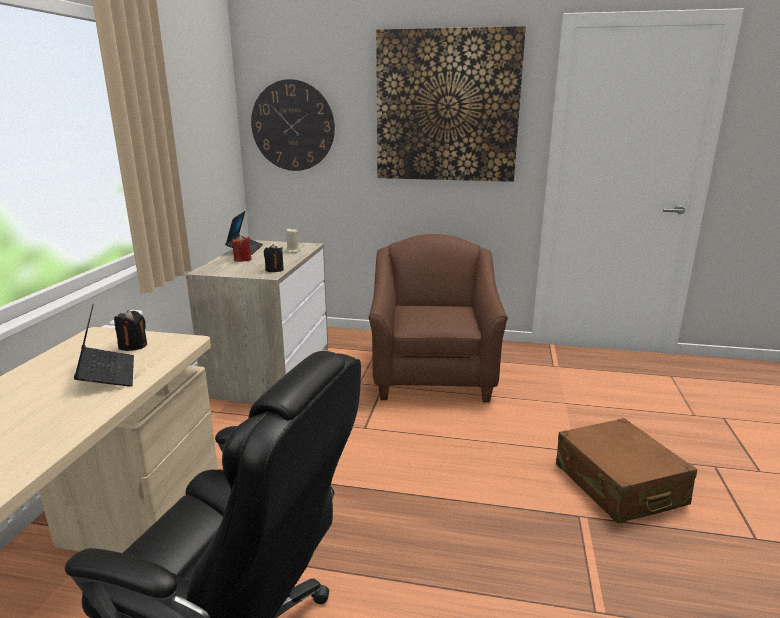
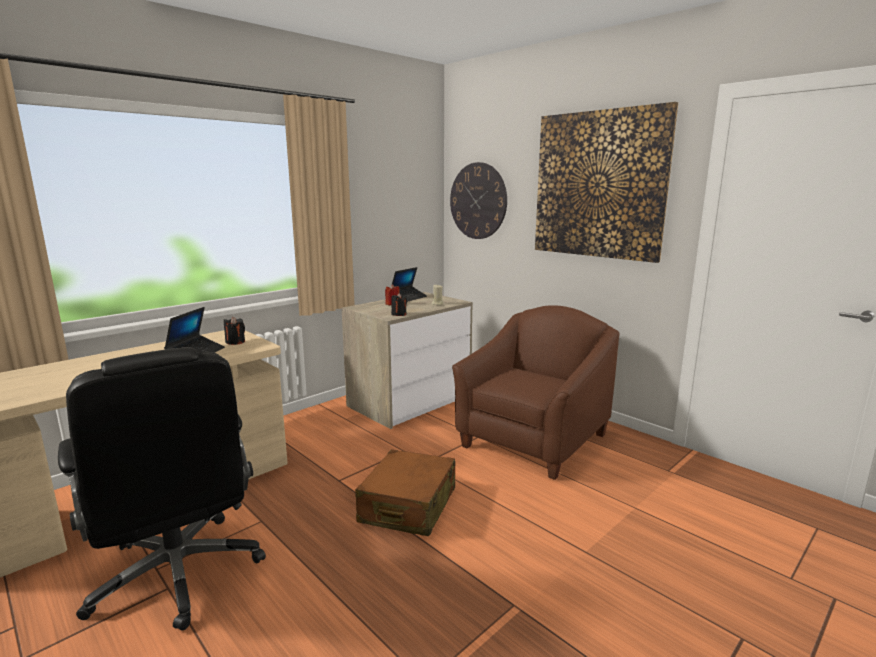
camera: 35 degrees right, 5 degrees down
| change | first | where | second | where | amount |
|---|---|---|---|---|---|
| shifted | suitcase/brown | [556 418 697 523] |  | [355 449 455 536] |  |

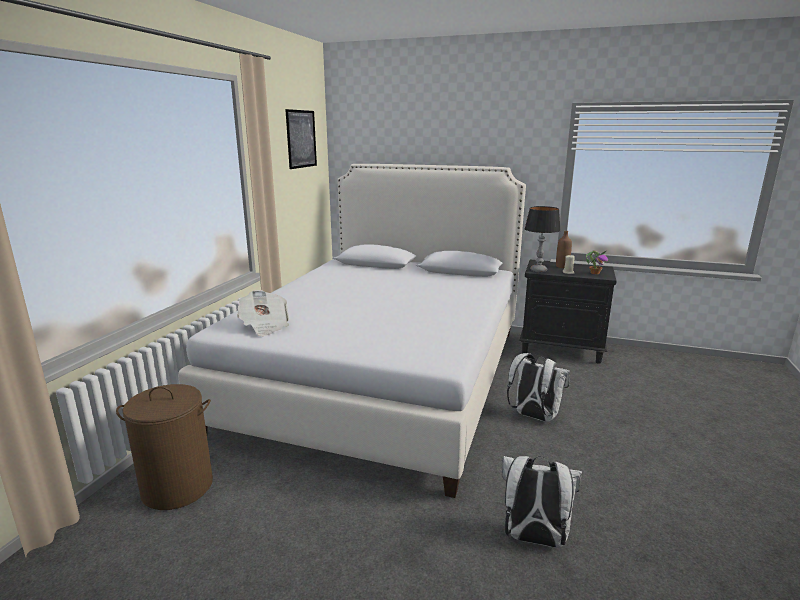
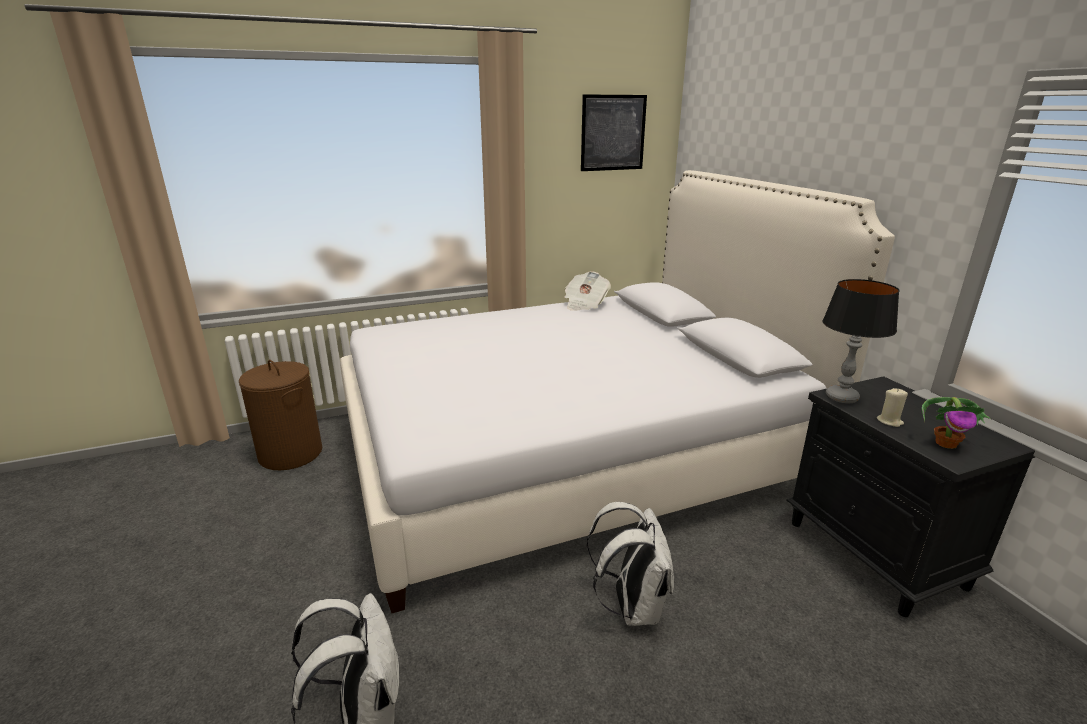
camera: 50 degrees right, 5 degrees up
| change | first | where | second | where | amount |
|---|---|---|---|---|---|
| gone | bottle/brown | [556 231 572 268] |  |  |  |
| shifted | newspaper | [237 290 289 336] |  | [565 271 611 311] |  |

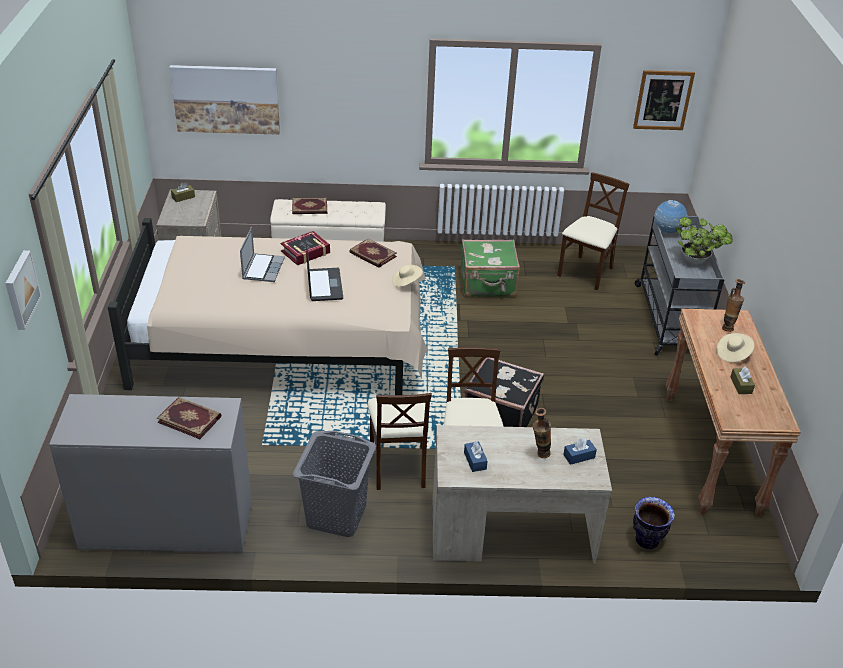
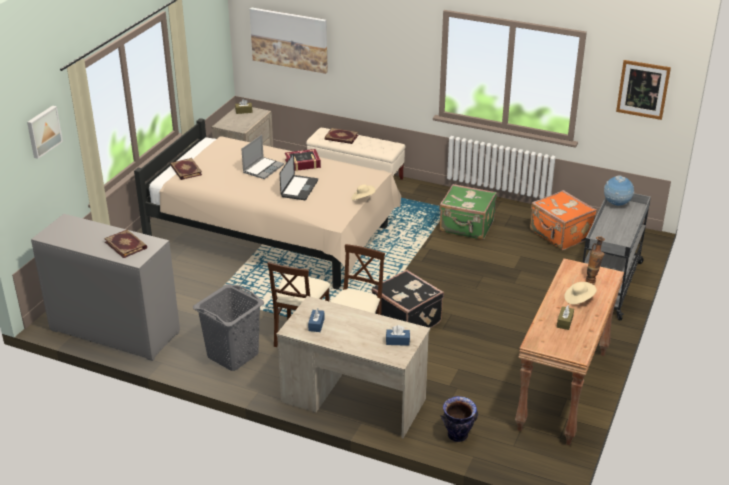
camera: 25 degrees right, 5 degrees down
| change | first | where | second | where | amount |
|---|---|---|---|---|---|
| swapped | chair/beige | [557 172 629 291] | suitcase/orange | [530 190 597 250] |  |
| gone | potted plant | [676 217 733 265] |  |  |  |
| shifted | book | [349 238 397 268] |  | [170 158 202 180] |  |
| gone | vase | [533 408 551 458] |  |  |  |

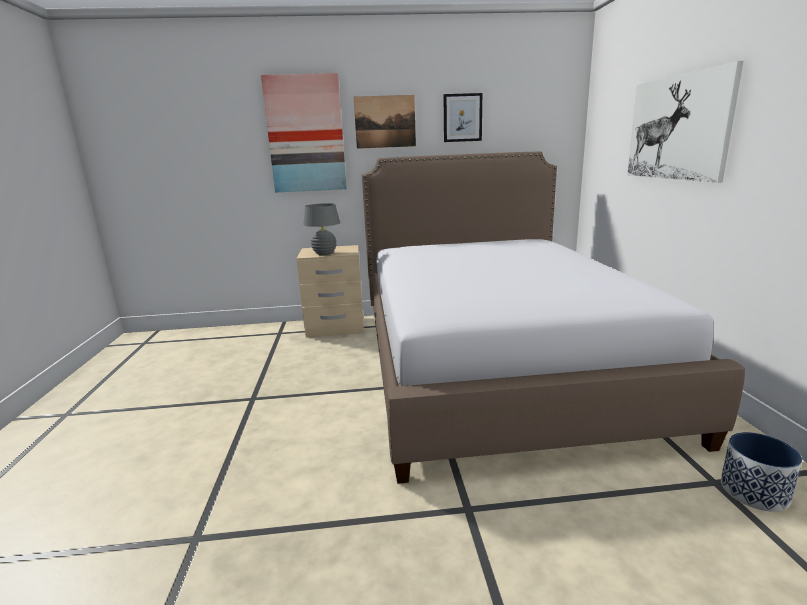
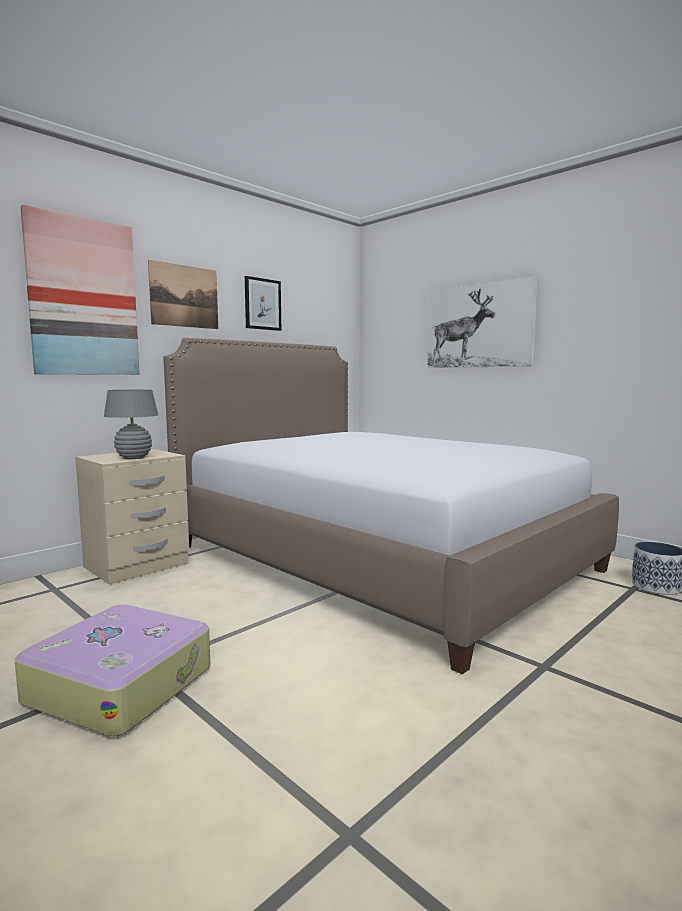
camera: 40 degrees left, 10 degrees down
| change | first | where | second | where | amount |
|---|---|---|---|---|---|
| new |  |  | suitcase | [15 605 210 737] |  |

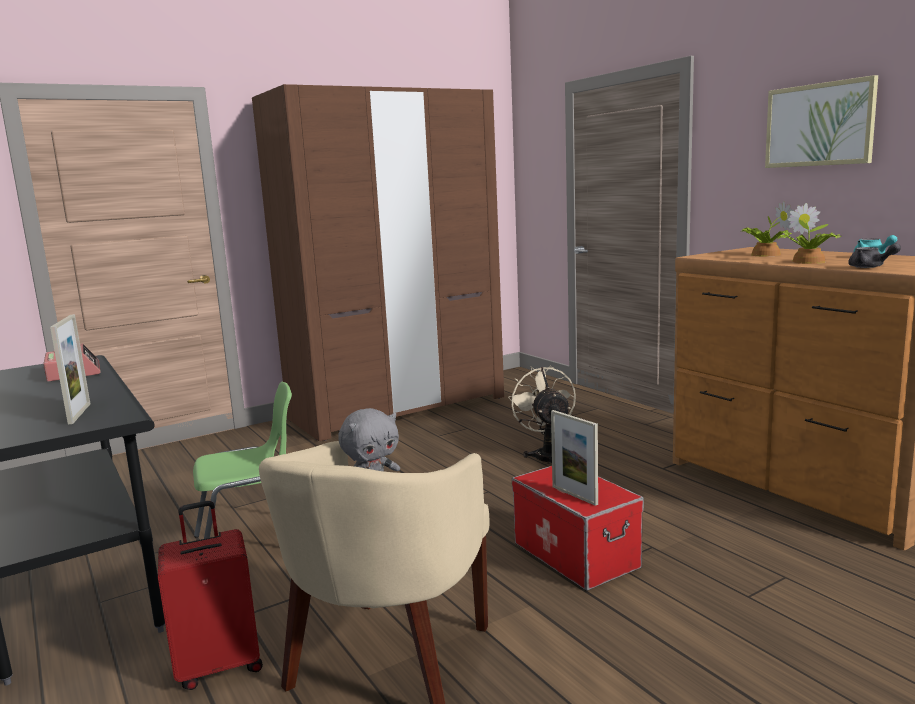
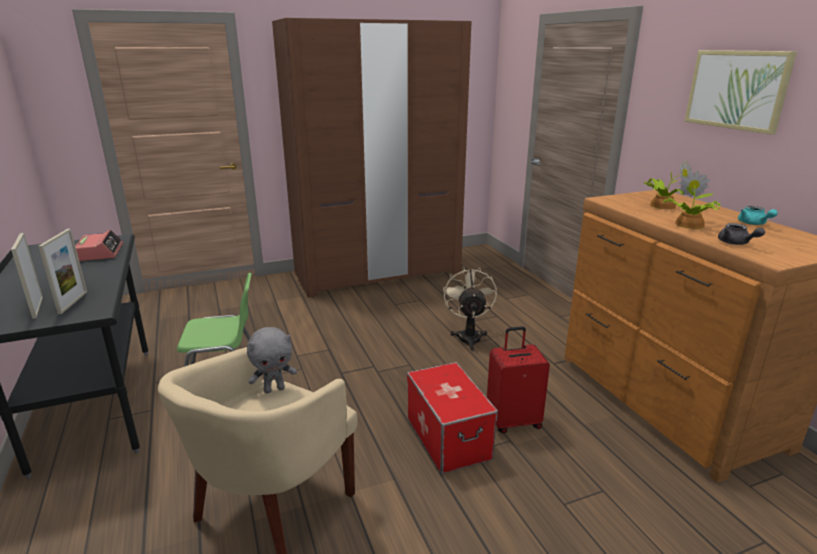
camera: 10 degrees right, 10 degrees up
| change | first | where | second | where | amount |
|---|---|---|---|---|---|
| shifted | picture frame | [551 410 598 506] |  | [11 233 43 319] |  |
| shifted | suitcase/red | [158 501 263 690] |  | [487 326 550 433] |  |

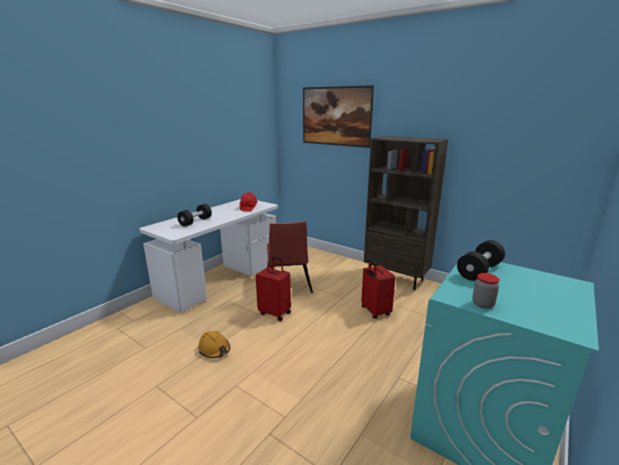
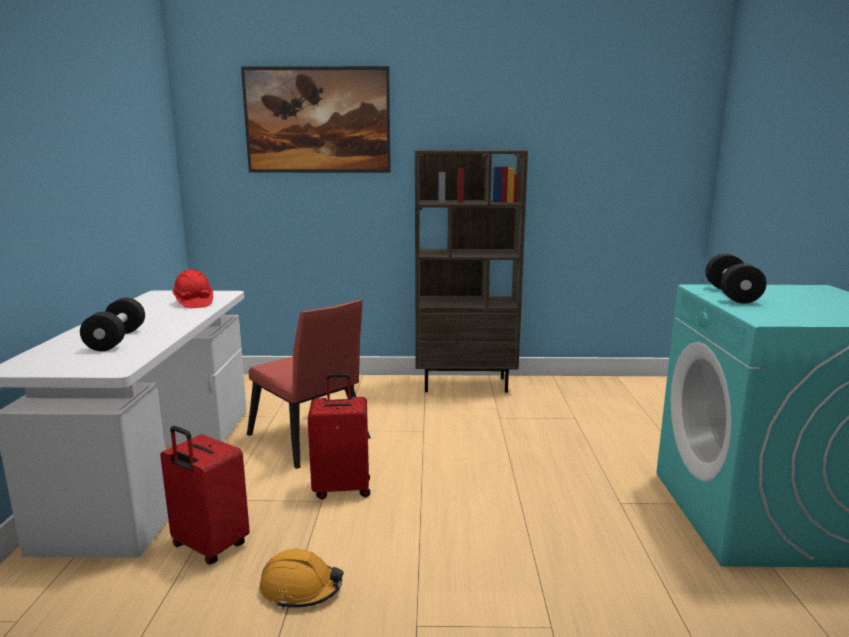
camera: 35 degrees left, 5 degrees down
| change | first | where | second | where | amount |
|---|---|---|---|---|---|
| shifted | suitcase/red | [361 259 395 318] |  | [160 426 250 565] |  |
| gone | jar | [472 273 500 309] |  |  |  |

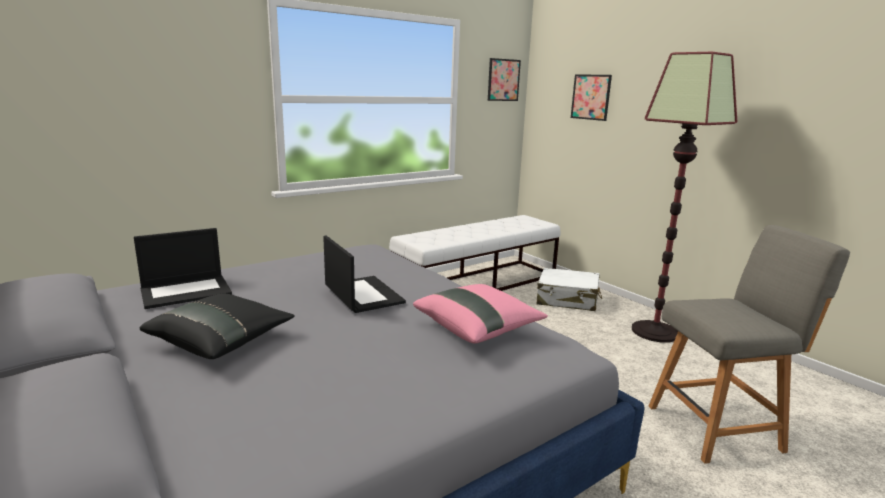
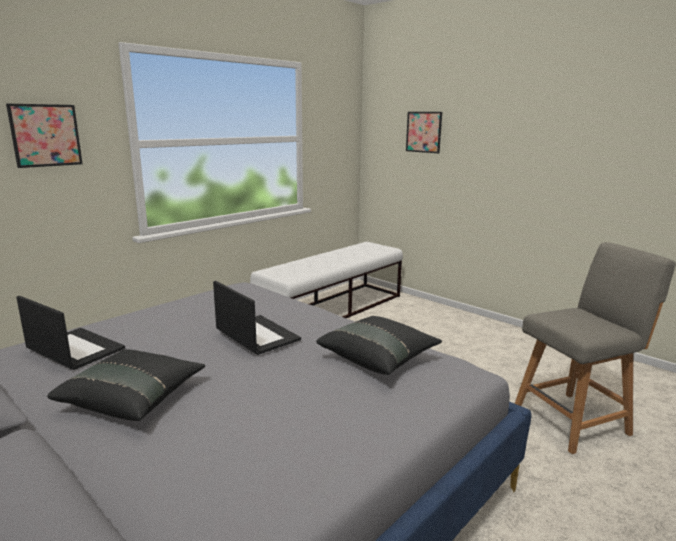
camera: 10 degrees left, 0 degrees up
| change | first | where | second | where | amount |
|---|---|---|---|---|---|
| gone | floor lamp | [632 52 737 343] |  |  |  |
| shifted | picture | [488 58 521 101] |  | [6 104 83 168] |  |
| rotated | laptop | [134 228 232 309] |  | [16 296 125 370] | 105 degrees counterclockwise |
| gone | suitcase/white | [537 268 602 311] |  |  |  |
| repainted | pillow/pink | [413 284 548 343] | pillow/black | [316 316 442 375] |  |

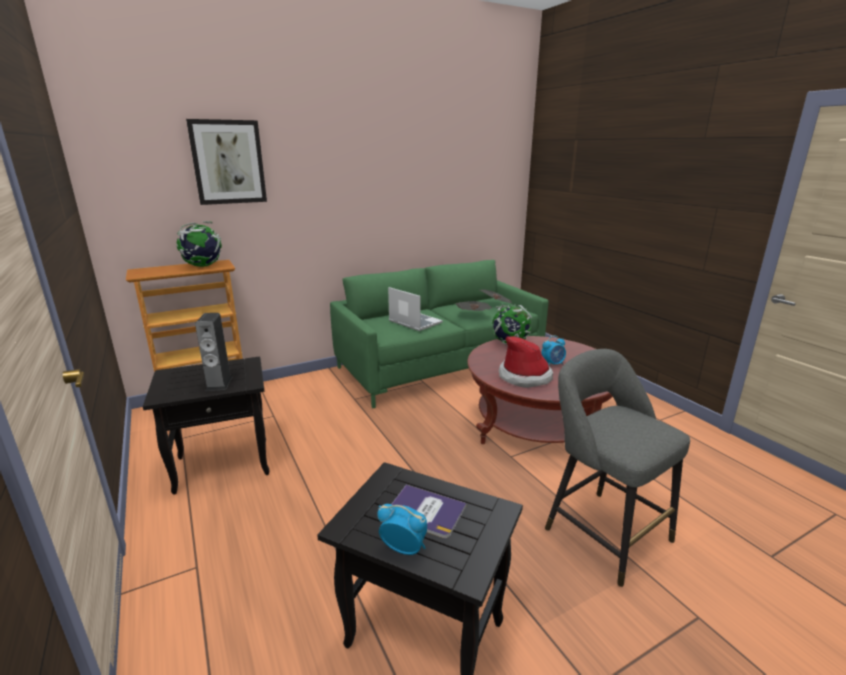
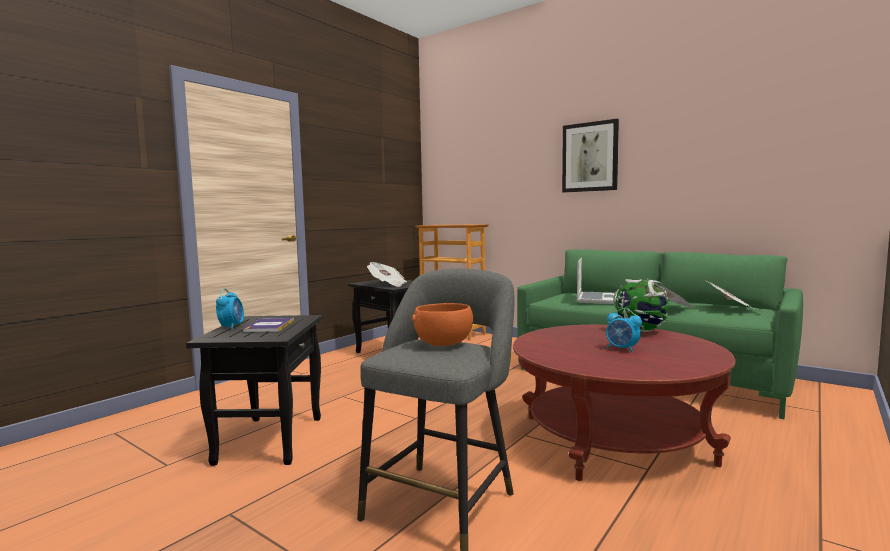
camera: 65 degrees right, 15 degrees down
| change | first | where | second | where | amount |
|---|---|---|---|---|---|
| shifted | picture | [186 119 267 205] |  | [562 119 619 192] |  |
| gone | globe | [177 221 222 267] |  |  |  |
| swapped | speaker | [195 313 232 391] | newspaper | [367 262 407 287] |  |
| gone | hat | [499 336 553 388] |  |  |  |
| new |  |  | bowl/orange | [412 303 473 346] |  |

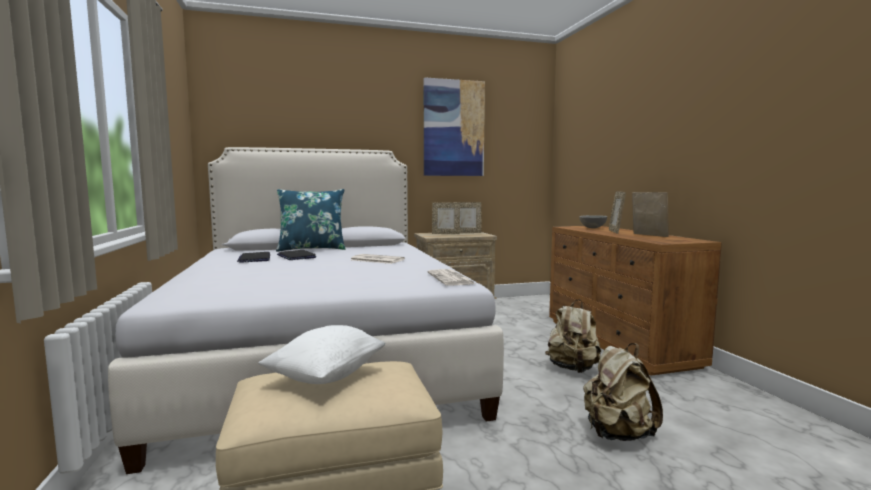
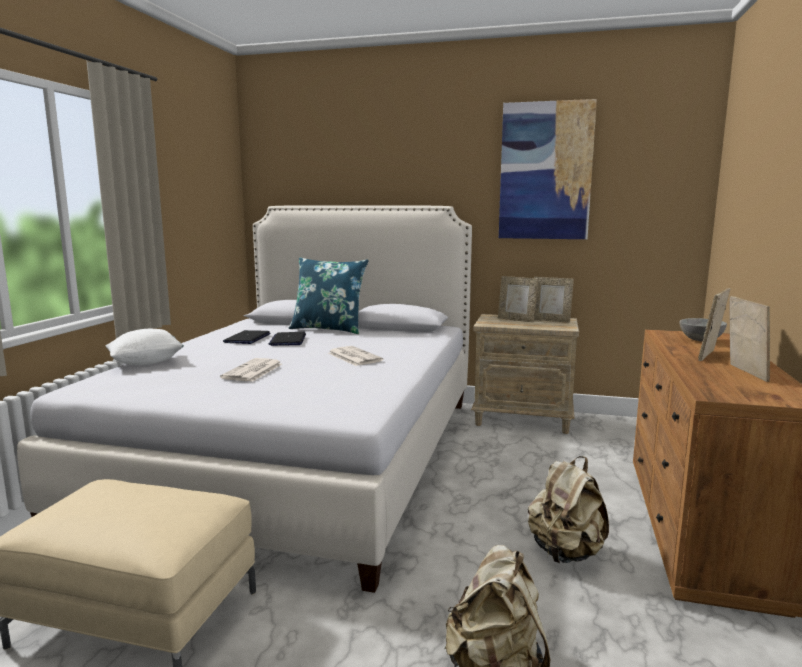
camera: 30 degrees right, 5 degrees up
| change | first | where | second | where | amount |
|---|---|---|---|---|---|
| shifted | newspaper | [428 269 475 286] |  | [220 358 282 382] |  |
| shifted | pillow/white | [258 325 385 384] |  | [106 329 184 365] |  |

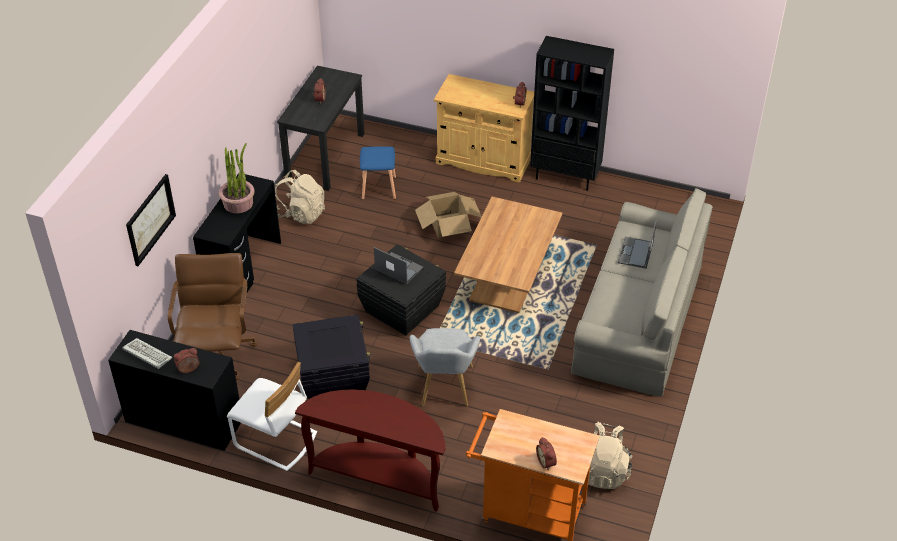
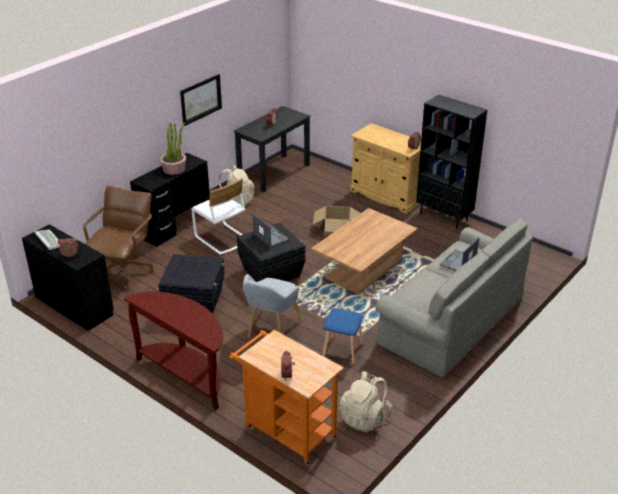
camera: 20 degrees right, 10 degrees down
| change | first | where | second | where | amount |
|---|---|---|---|---|---|
| shifted | stool/blue | [360 146 396 200] |  | [322 308 364 365] |  |
| shifted | picture | [126 174 176 266] |  | [180 74 222 126] |  |
| shifted | chair/white | [227 362 317 471] |  | [191 178 245 255] |  |

